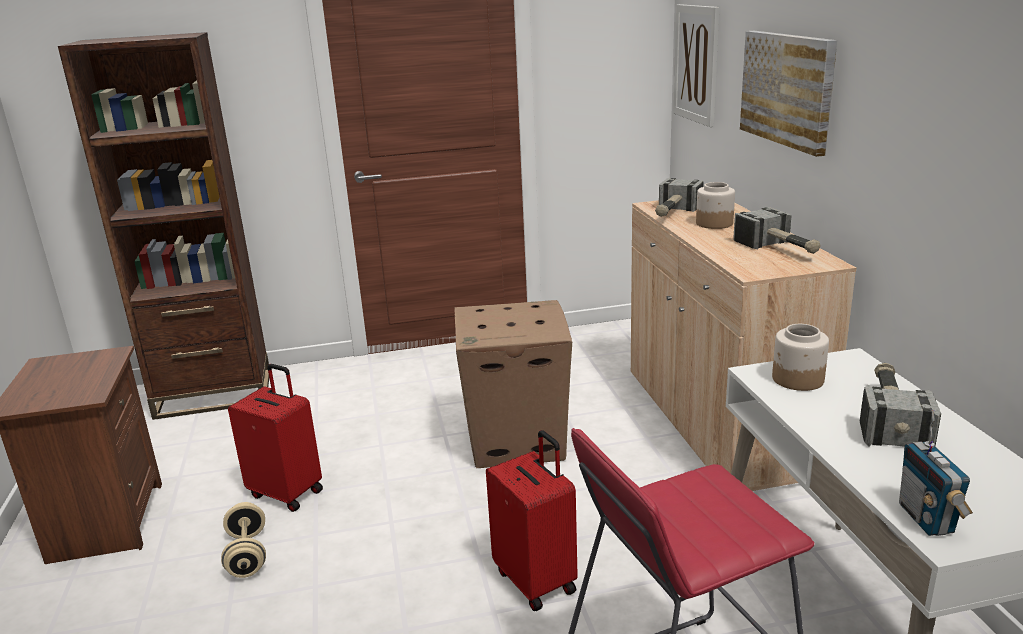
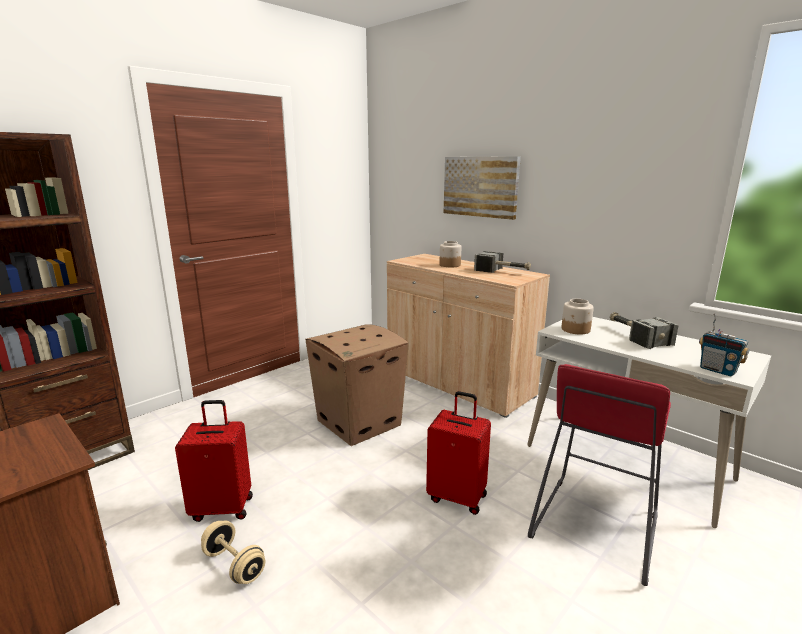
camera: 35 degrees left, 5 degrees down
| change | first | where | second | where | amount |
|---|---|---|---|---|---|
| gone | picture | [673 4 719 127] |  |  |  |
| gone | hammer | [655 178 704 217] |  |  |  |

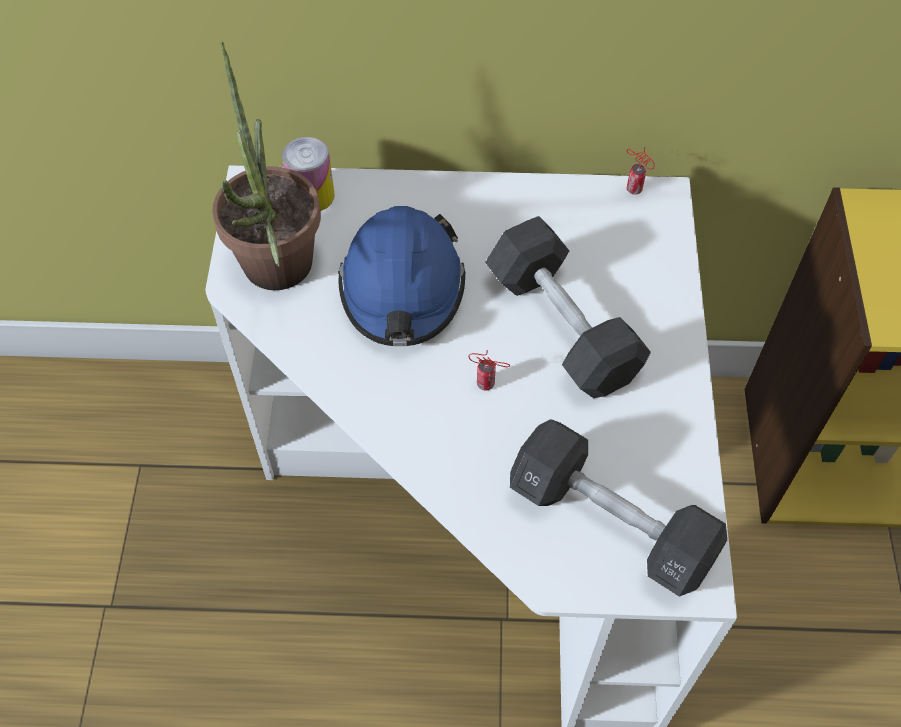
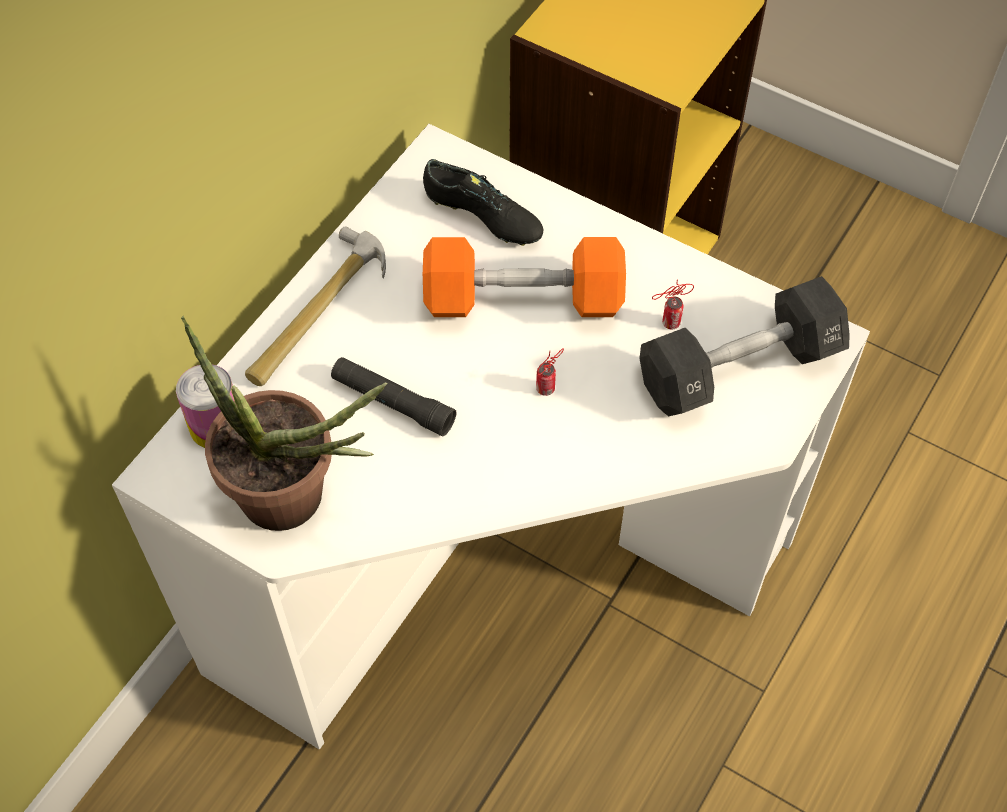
camera: 60 degrees left, 0 degrees up
| change | first | where | second | where | amount |
|---|---|---|---|---|---|
| shifted | can | [626 147 655 195] |  | [652 279 694 329] |  |
| swapped | hard hat/blue | [338 206 466 346] | flashlight/black | [331 357 457 436] |  |
| repainted | dumbbell/black | [485 216 651 398] | dumbbell/orange | [423 237 626 317] |  |
| new |  |  | shoe/black | [423 159 544 246] |  |
| new |  |  | hammer | [245 226 386 386] |  |

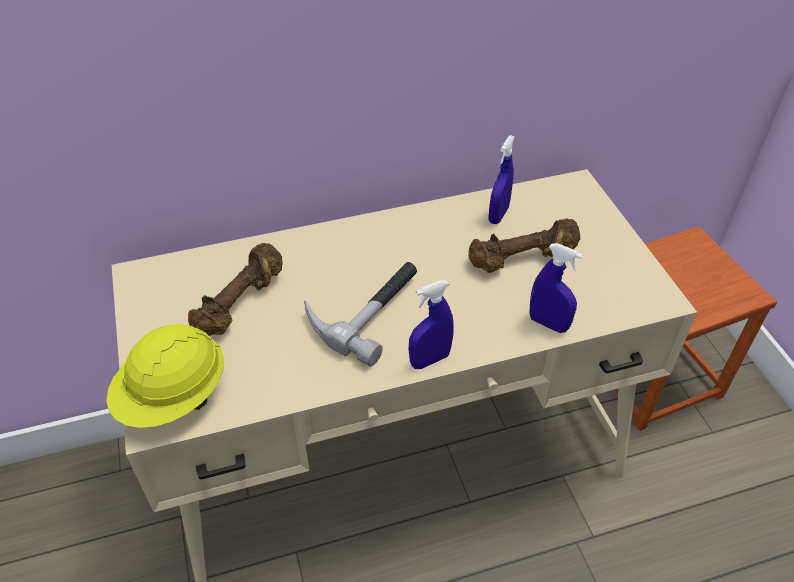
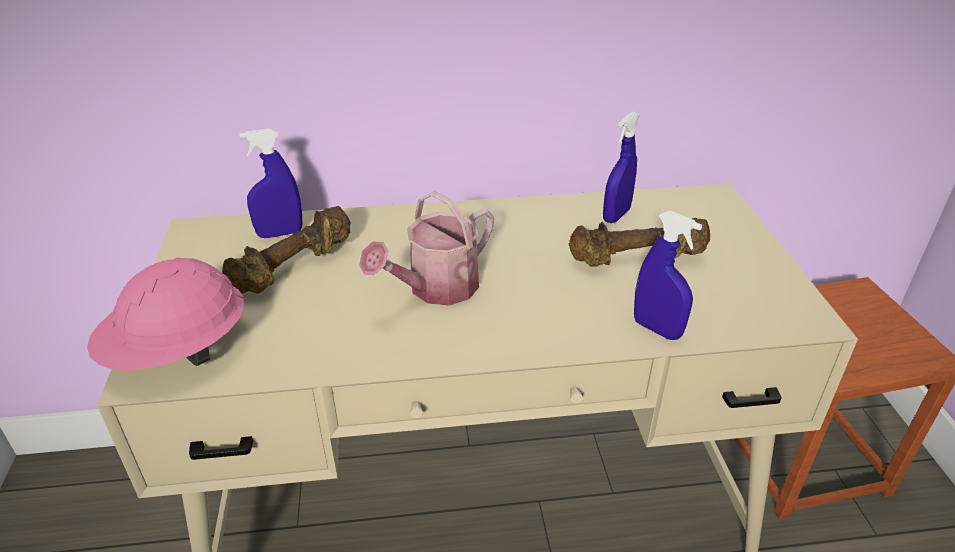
camera: 10 degrees right, 10 degrees down
| change | first | where | second | where | amount |
|---|---|---|---|---|---|
| swapped | hammer | [304 262 417 367] | watering can | [359 191 494 305] |  |
| shifted | spray bottle/blue | [409 280 454 369] |  | [239 129 302 238] |  |
| repainted | hard hat/yellow | [106 324 224 428] | hard hat/pink | [87 258 244 370] |  |

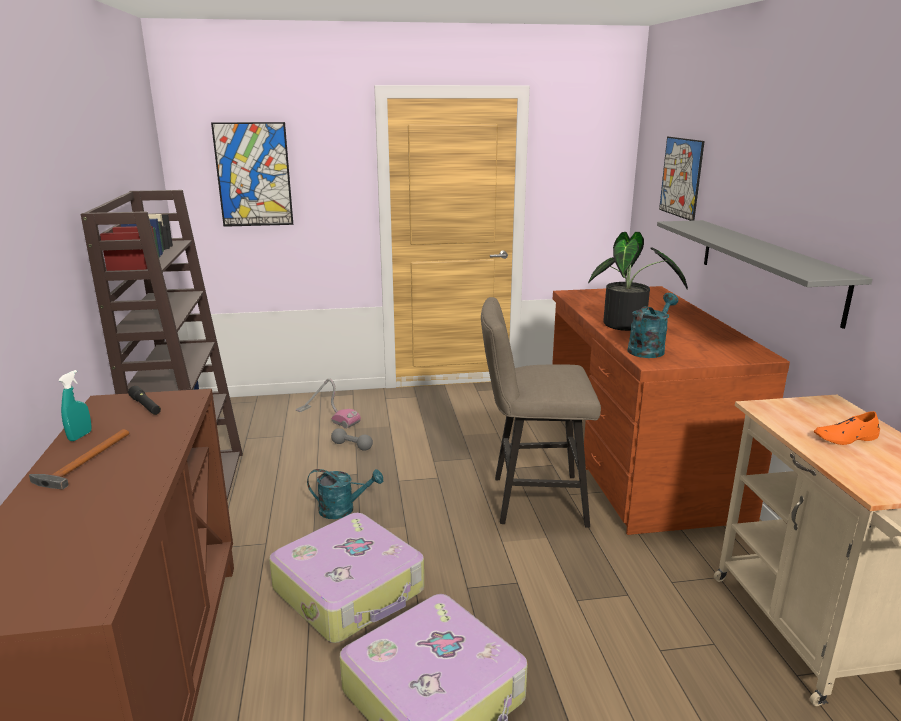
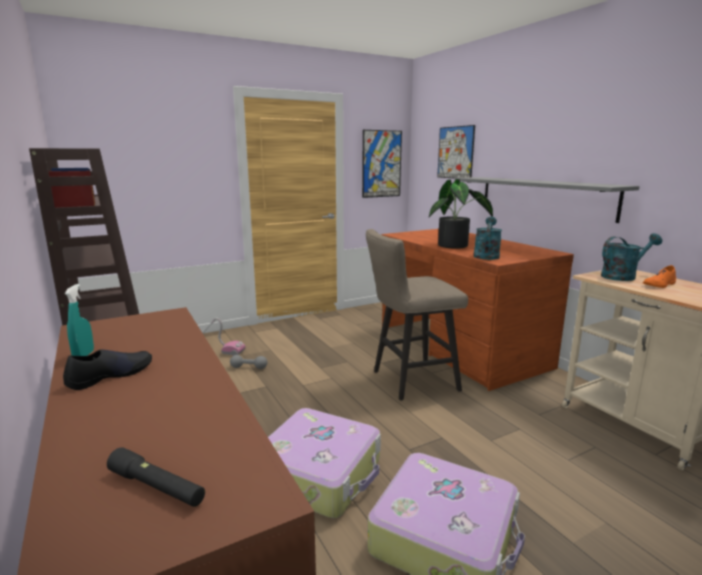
camera: 20 degrees left, 5 degrees down
| change | first | where | second | where | amount |
|---|---|---|---|---|---|
| shifted | picture | [211 122 293 227] |  | [362 130 402 198] |  |
| shifted | flashlight/black | [128 386 161 415] |  | [107 447 205 507] |  |
| swapped | hammer | [29 429 130 490] | shoe/black | [63 349 152 390] |  |
| shifted | watering can/turquoise | [307 469 383 519] |  | [601 233 662 281] |  |

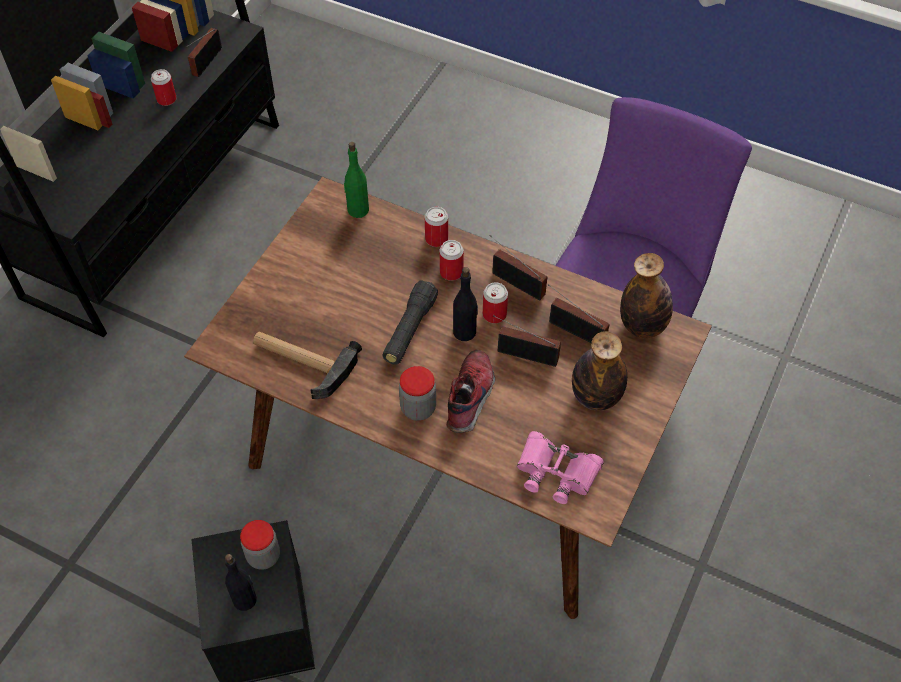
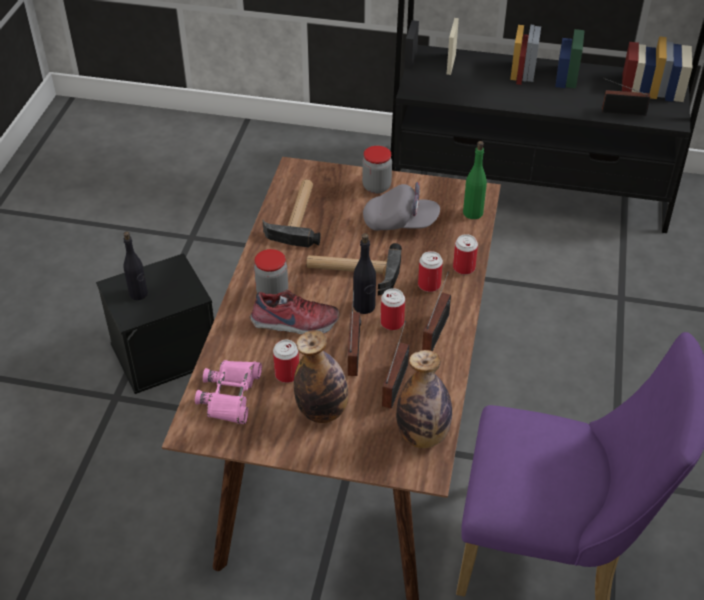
camera: 75 degrees right, 10 degrees down
| change | first | where | second | where | amount |
|---|---|---|---|---|---|
| shifted | can | [151 69 177 106] |  | [273 340 299 383] |  |
| swapped | flashlight/black | [383 280 438 365] | hammer | [306 243 402 296] |  |
| shifted | jar | [240 520 280 570] |  | [362 146 392 194] |  |
| new |  |  | cap/grey | [363 182 440 231] |  |

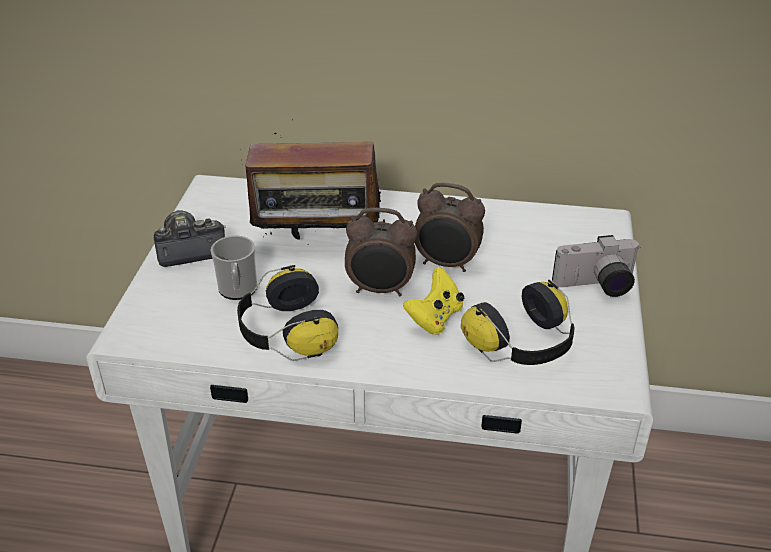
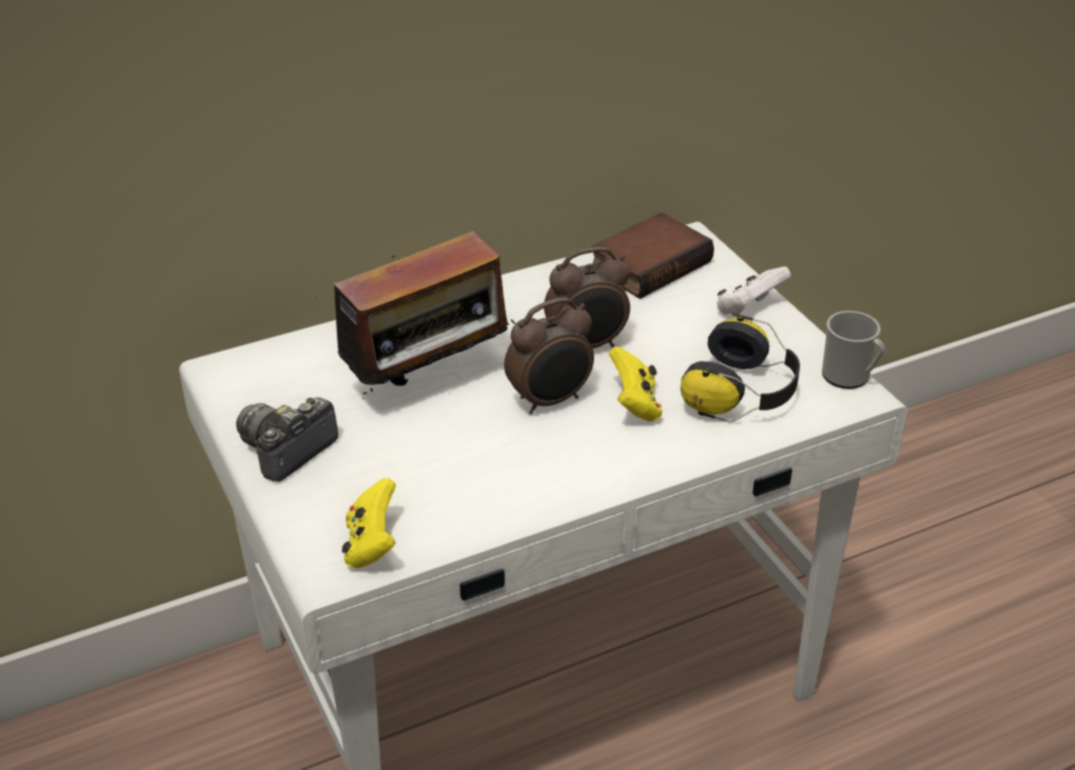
camera: 35 degrees left, 0 degrees up
| change | first | where | second | where | amount |
|---|---|---|---|---|---|
| swapped | photo camera | [552 235 641 297] | game controller/white | [717 266 791 316] |  |
| shifted | mug | [211 236 257 300] |  | [822 311 885 389] |  |
| gone | headphones | [237 265 338 361] |  |  |  |
| new |  |  | book | [590 212 714 299] |  |
| new |  |  | game controller/yellow | [342 478 396 568] |  |

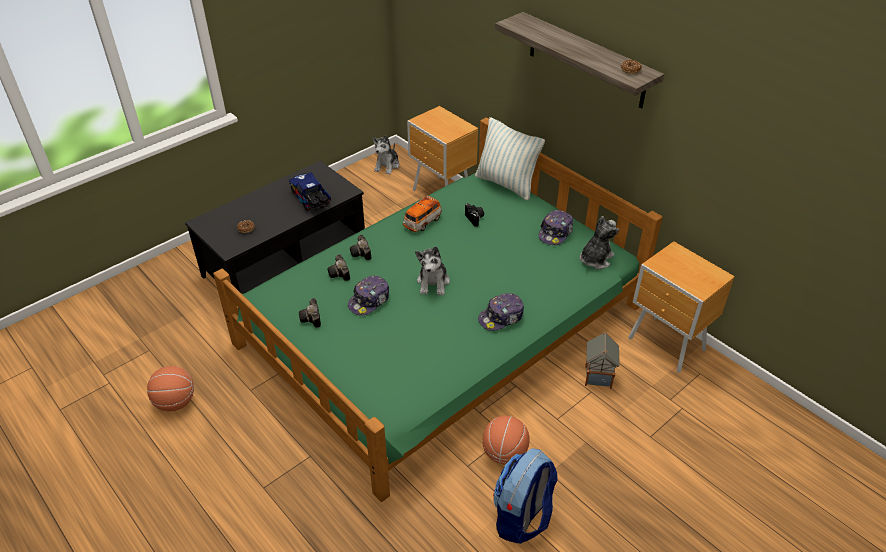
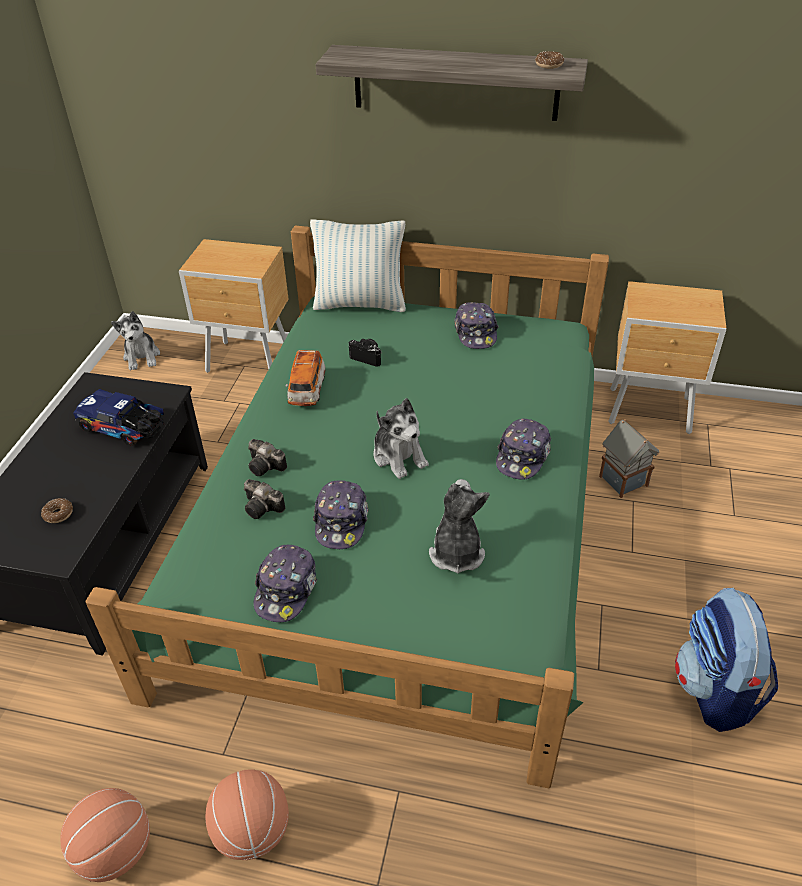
camera: 35 degrees left, 0 degrees up
| change | first | where | second | where | amount |
|---|---|---|---|---|---|
| shifted | plush toy | [579 216 619 269] |  | [429 479 489 573] |  |
| swapped | photo camera | [299 298 321 328] | cap | [253 545 317 622] |  |
| shifted | basketball | [482 416 530 464] |  | [205 769 289 860] |  |

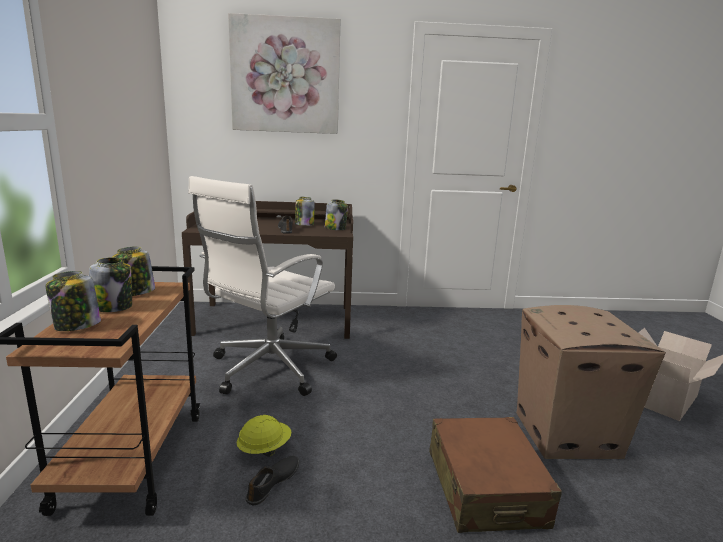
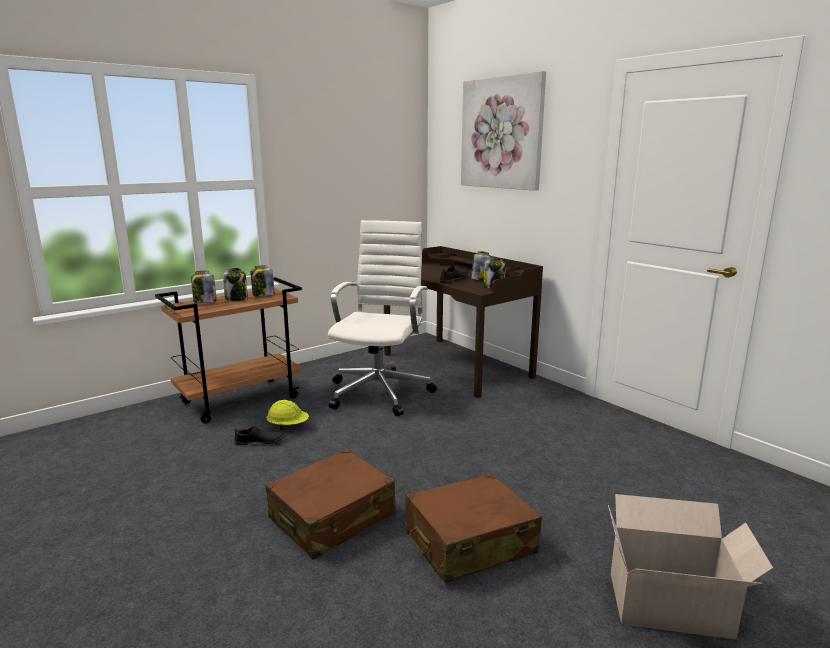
camera: 55 degrees right, 0 degrees up
| change | first | where | second | where | amount |
|---|---|---|---|---|---|
| rotated | office chair/white | [188 176 337 396] |  | [328 220 437 416] | 105 degrees clockwise |
| swapped | cardboard box | [516 305 666 459] | suitcase/brown | [405 473 542 583] |  |

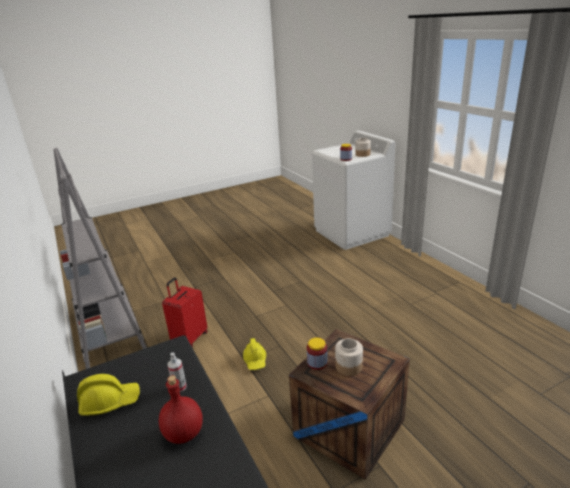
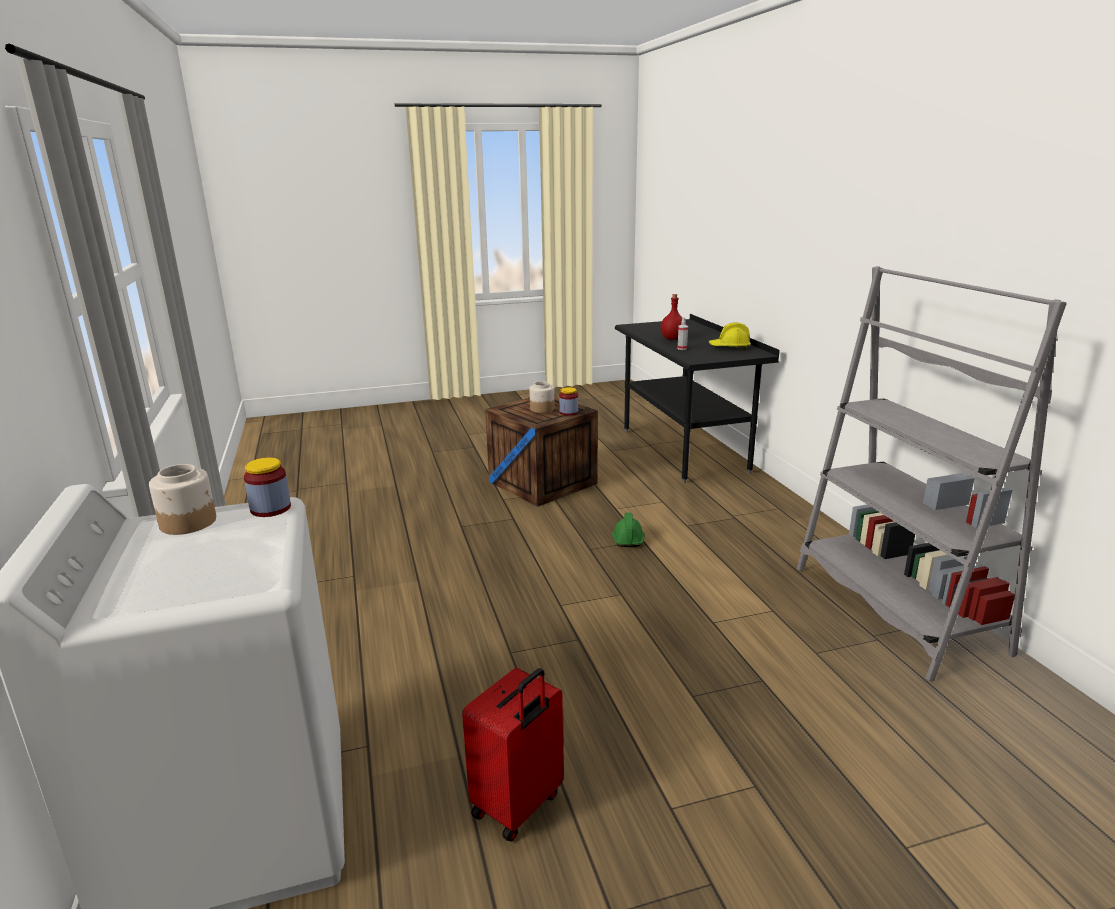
camera: 170 degrees left, 5 degrees down
| change | first | where | second | where | amount |
|---|---|---|---|---|---|
| shifted | suitcase/red | [162 278 208 347] |  | [462 668 564 842] |  |
| repainted | hard hat/yellow | [243 338 266 370] | hard hat/green | [612 513 645 547] |  |

